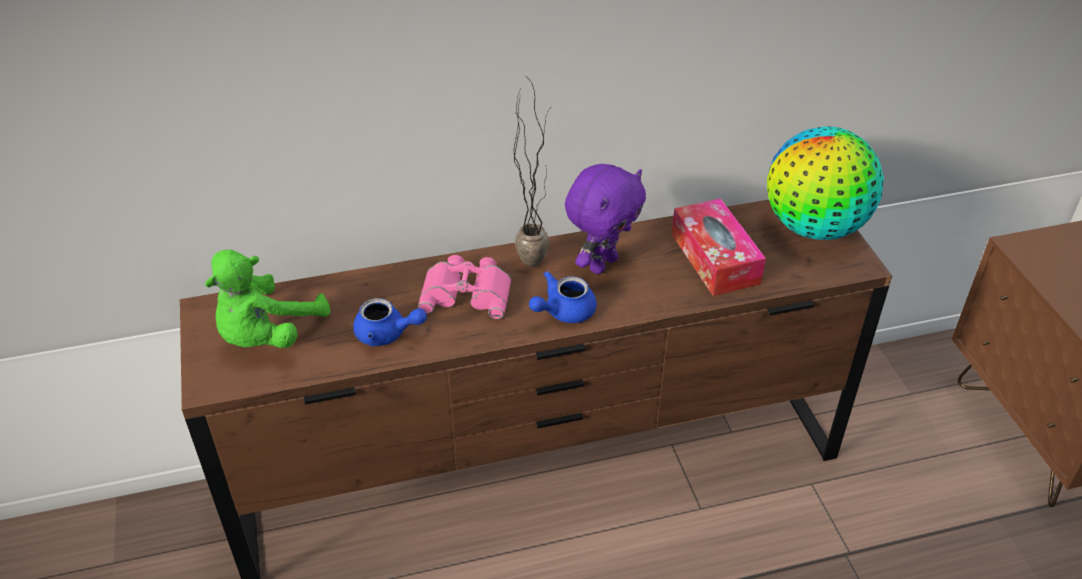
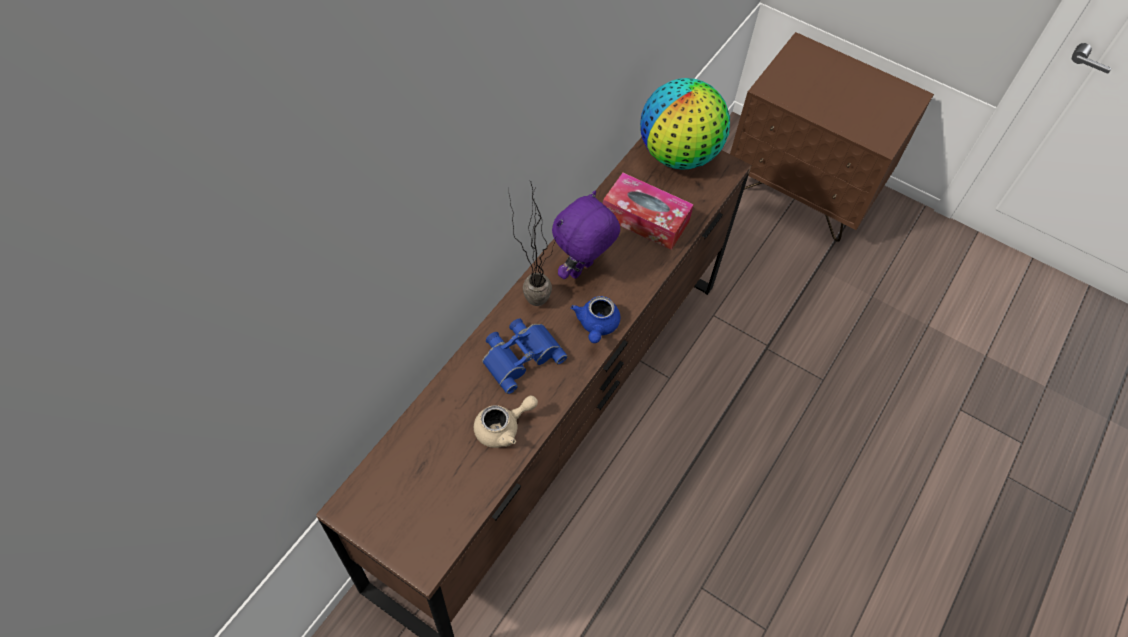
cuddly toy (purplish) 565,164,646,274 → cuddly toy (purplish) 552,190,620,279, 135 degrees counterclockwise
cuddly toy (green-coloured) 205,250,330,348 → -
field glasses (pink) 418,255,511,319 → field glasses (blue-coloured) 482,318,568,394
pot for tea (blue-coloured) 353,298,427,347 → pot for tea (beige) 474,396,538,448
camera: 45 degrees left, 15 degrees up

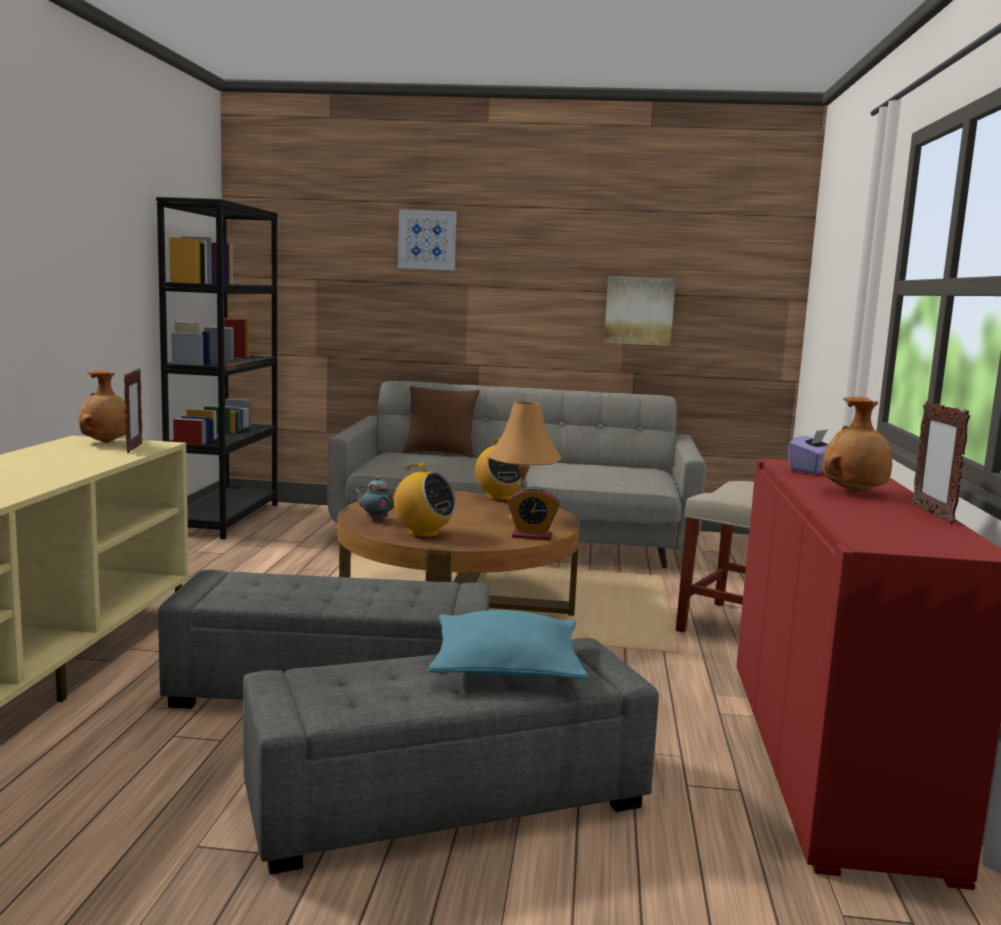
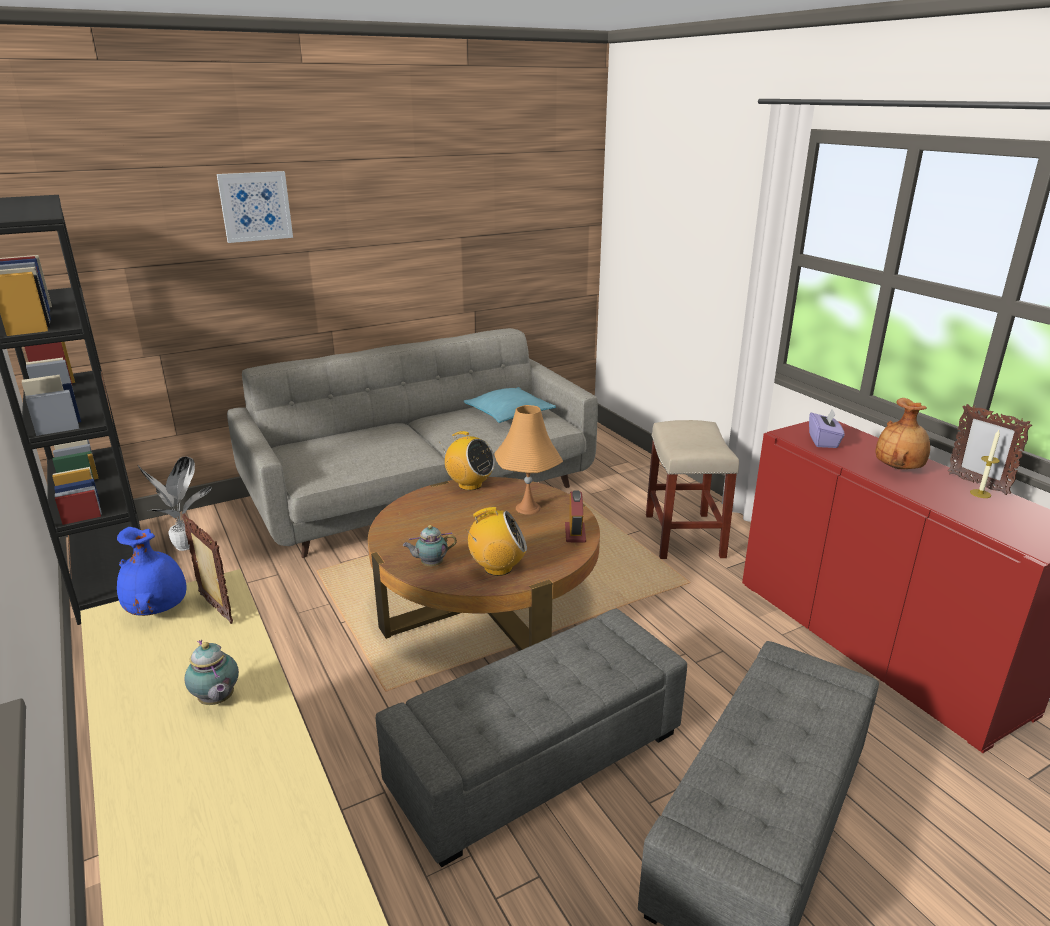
picture 604,276,676,346 → -
flower vase (brownish) 79,370,127,443 → flower vase (blue-coloured) 117,527,186,616
cushion (brownish) 403,386,479,457 → -
bedside clock 508,487,560,540 → bedside clock 565,490,586,542, 60 degrees counterclockwise
cushion (turquoise-coloured) 428,610,588,679 → cushion (turquoise-coloured) 464,387,556,423, moved
- → candle 970,430,1000,498
- → houseplant 138,457,212,551
- → pot for tea 184,640,239,705
camera: 35 degrees left, 15 degrees up

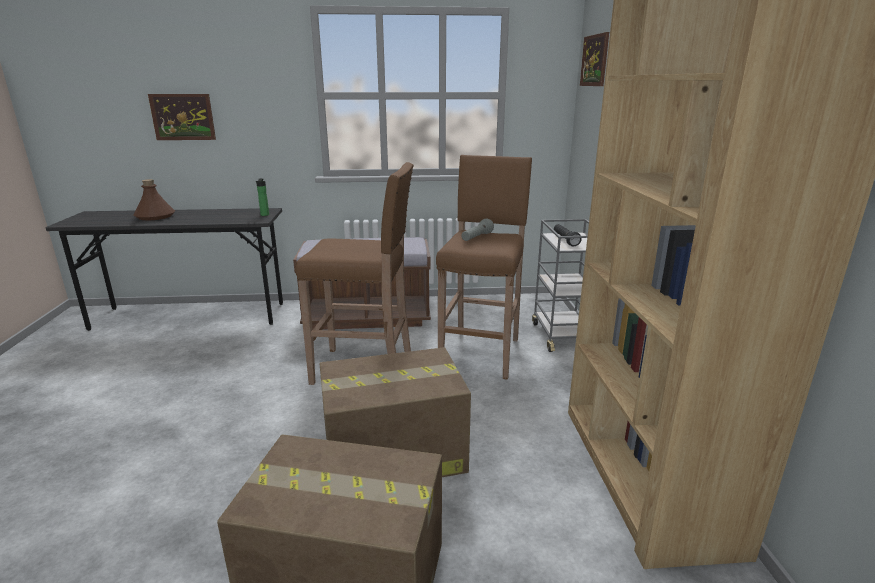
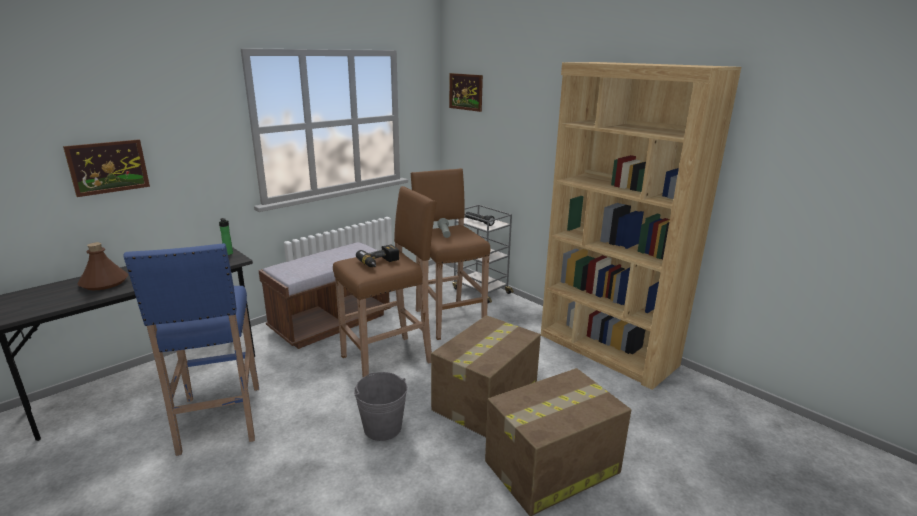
- → stool (blue-coloured) 124,243,259,456
- → electric drill 356,245,399,267
- → water bucket (grey) 354,372,407,441
camera: 40 degrees left, 0 degrees up

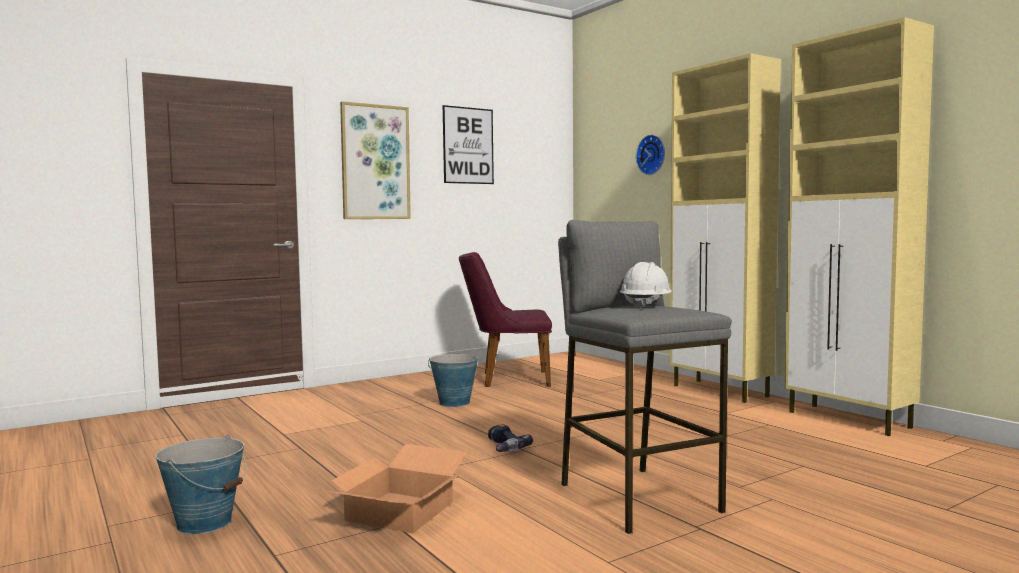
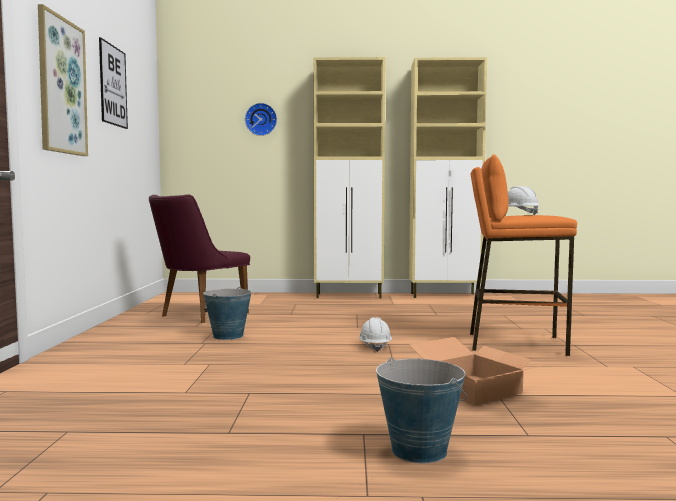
stool (grey) 558,220,732,534 → stool (orange) 470,154,577,356
electric drill 488,424,533,452 → hard hat (white) 359,317,392,352
camera: 55 degrees left, 0 degrees up

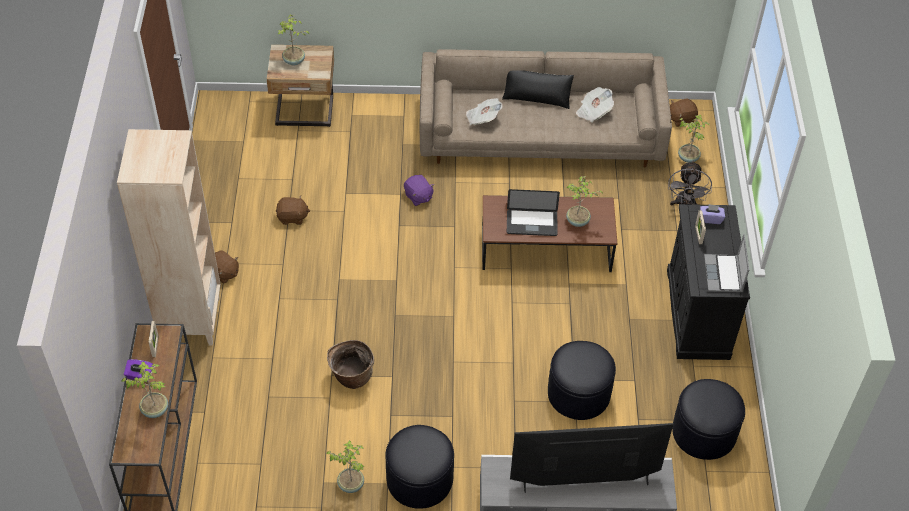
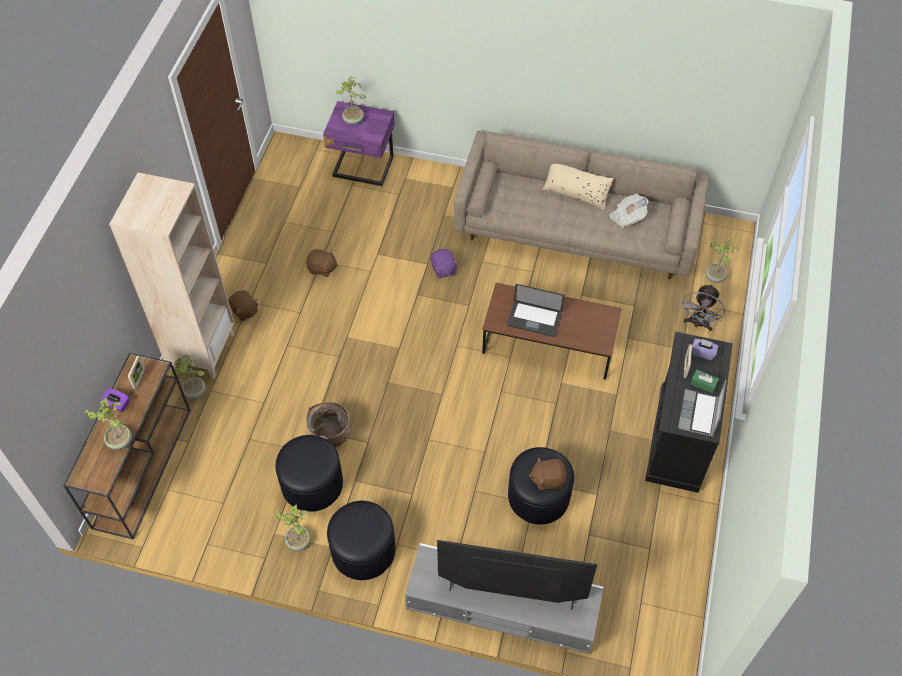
nightstand (beige) 267,45,334,127 → nightstand (purplish) 323,101,395,186
cushion (black-coloured) 502,70,574,109 → cushion (beige) 543,164,614,210
printed paper 466,98,503,125 → -
cuddly toy (brownish) 670,98,698,127 → cuddly toy (brownish) 529,458,567,490, moved
houseplant 566,176,603,227 → houseplant 171,355,206,399, moved
footrest (black-coloured) 672,379,745,460 → footrest (black-coloured) 275,435,343,512, moved
- → tissue box (green-coloured) 690,369,719,393
camera: 15 degrees right, 5 degrees up

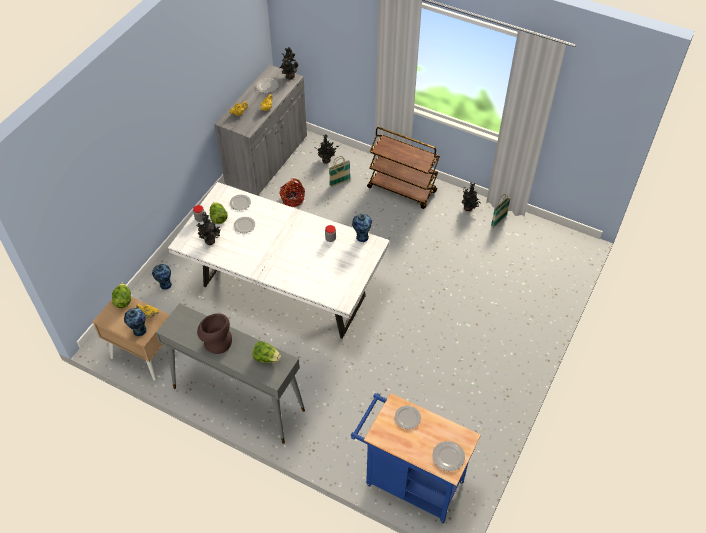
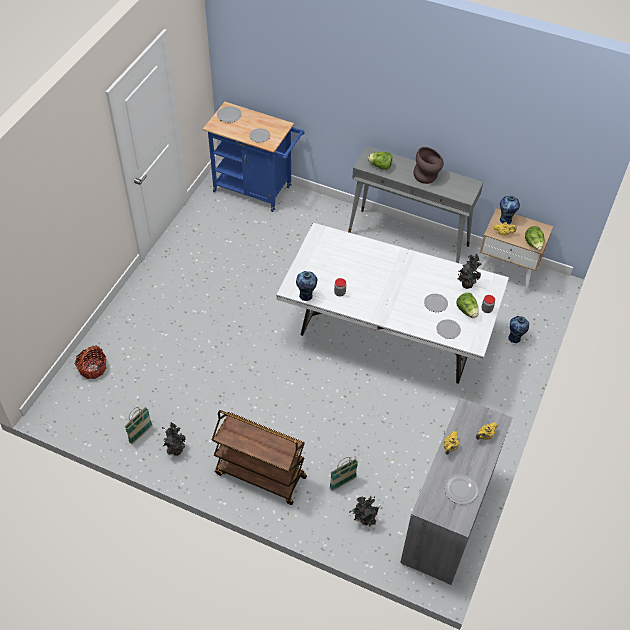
houseplant 280,47,298,79 → -
basket 279,178,305,207 → basket 75,345,106,379, moved
camera: 175 degrees right, 0 degrees up

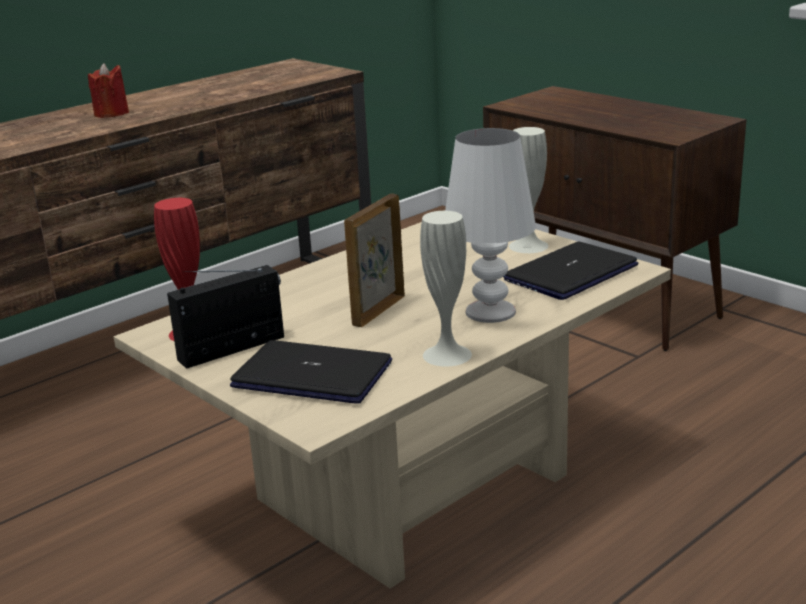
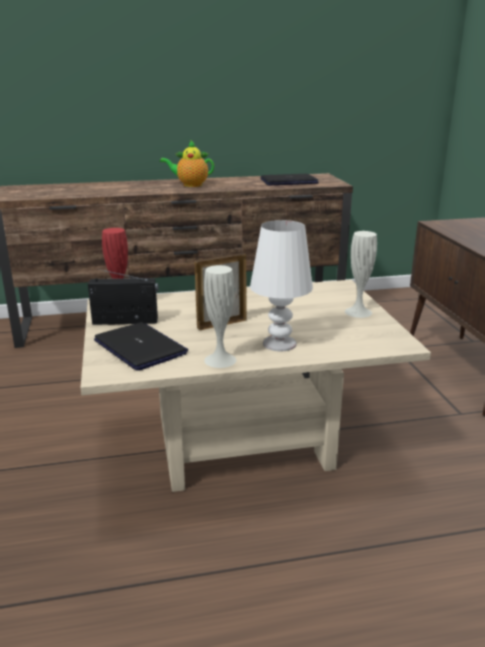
candle (red) 88,63,129,118 → pot for tea 160,140,214,187
laptop 503,242,638,300 → laptop 261,174,319,186, moved
camera: 30 degrees right, 0 degrees up

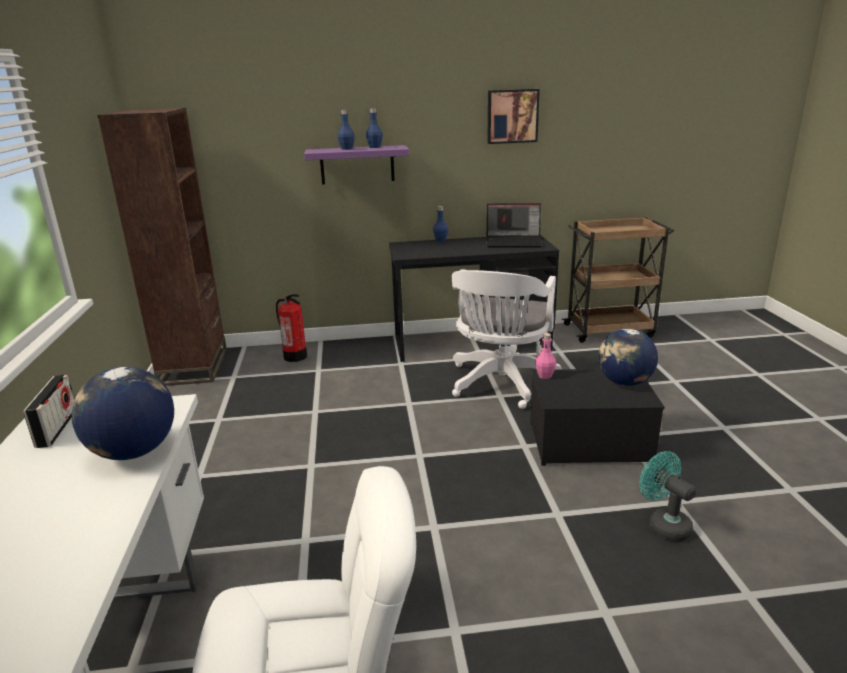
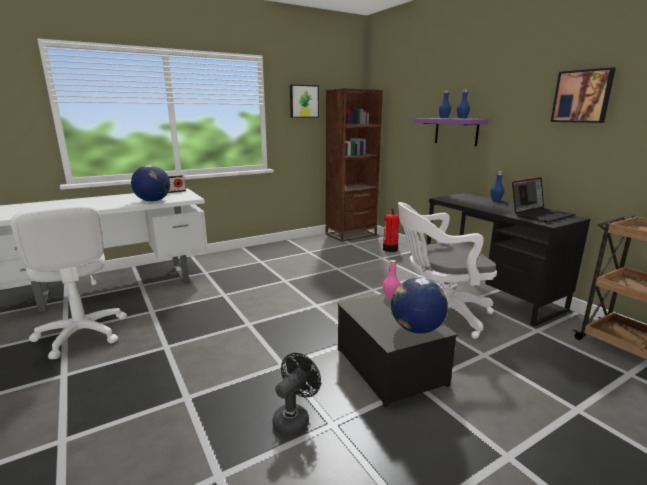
laptop 486,203,542,248 → laptop 512,177,575,223, 105 degrees counterclockwise
electric fan (turquoise-coloured) 639,451,696,542 → electric fan (black-coloured) 272,353,321,436
- → picture 290,84,319,118
camera: 65 degrees right, 5 degrees down

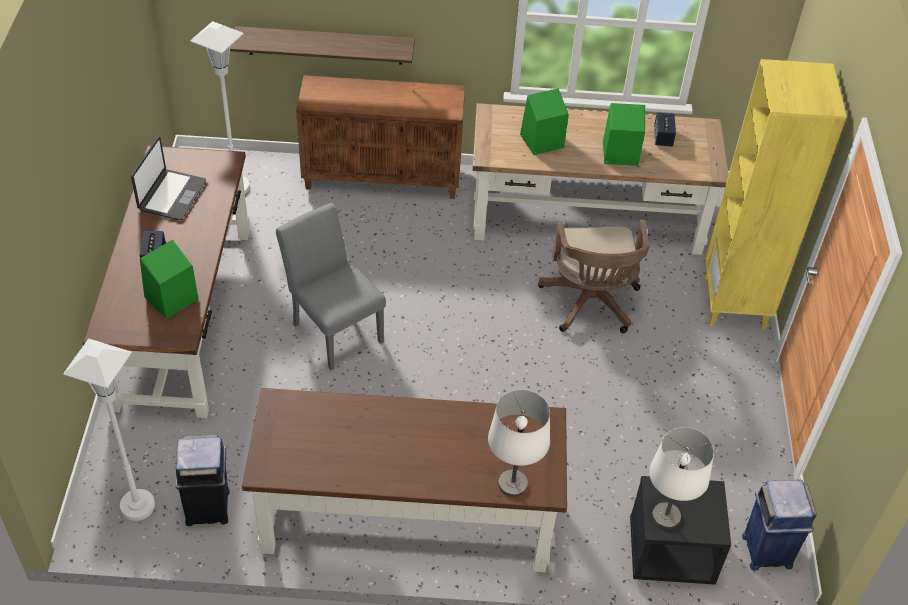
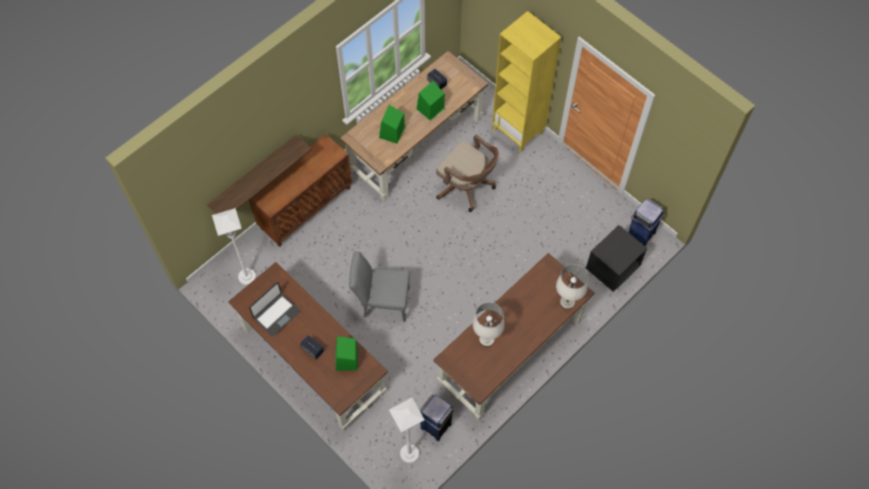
laptop 131,136,206,220 → laptop 249,282,300,336, 75 degrees clockwise
table lamp (white) 649,427,714,529 → table lamp (white) 473,302,505,347, moved
camera: 45 degrees left, 15 degrees up

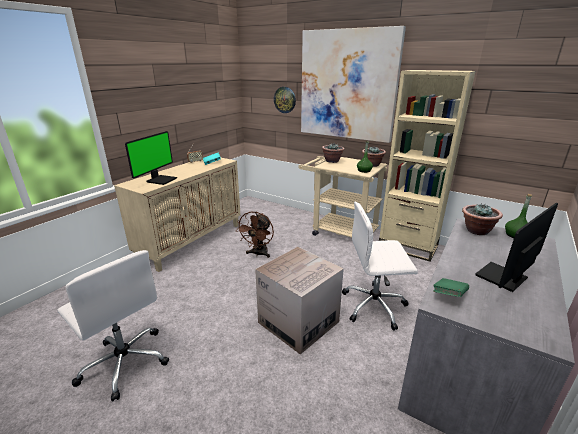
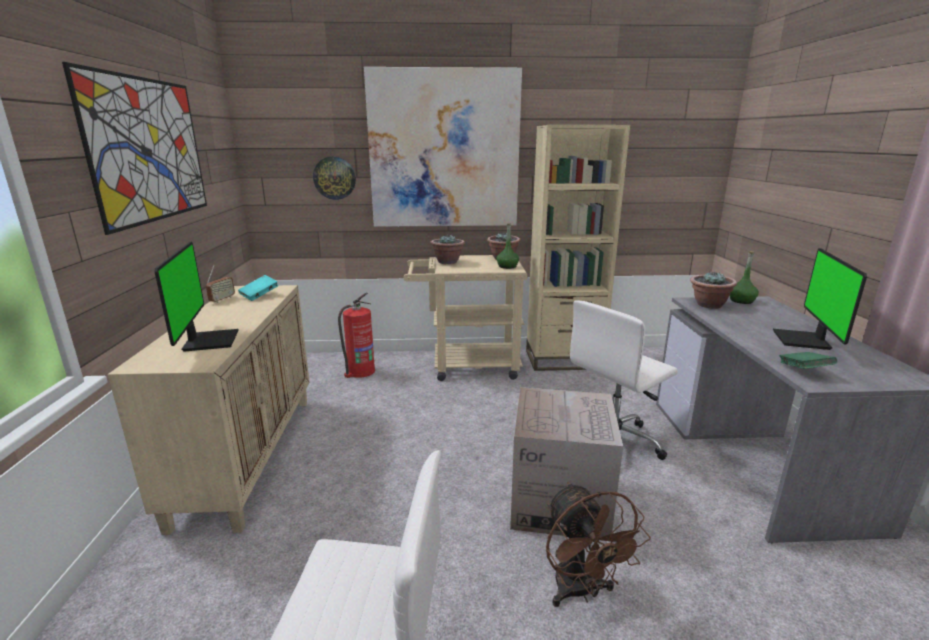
electric fan (brownish) 236,211,274,258 → electric fan (brownish) 546,482,651,607, moved
- → picture 62,62,207,235
- → extinguisher 338,292,375,378
camera: 35 degrees left, 5 degrees down

